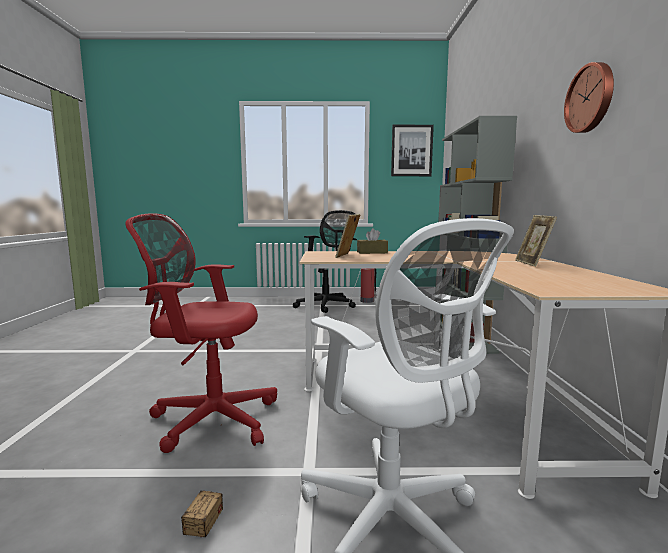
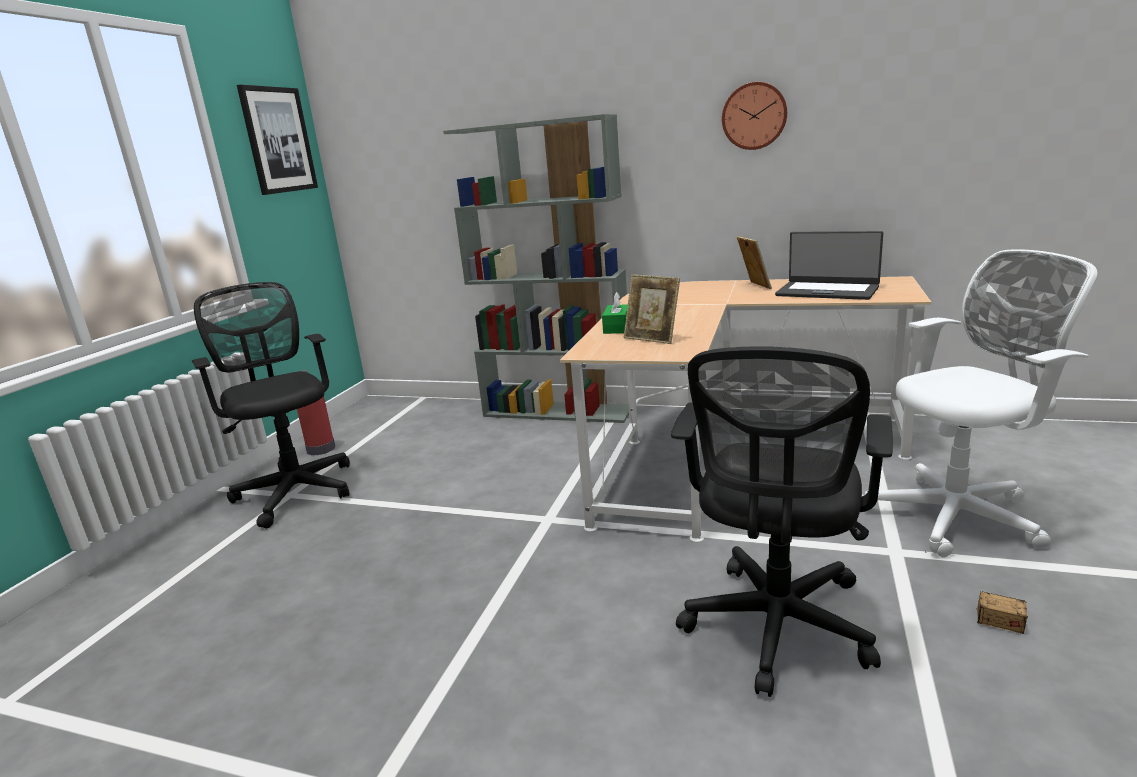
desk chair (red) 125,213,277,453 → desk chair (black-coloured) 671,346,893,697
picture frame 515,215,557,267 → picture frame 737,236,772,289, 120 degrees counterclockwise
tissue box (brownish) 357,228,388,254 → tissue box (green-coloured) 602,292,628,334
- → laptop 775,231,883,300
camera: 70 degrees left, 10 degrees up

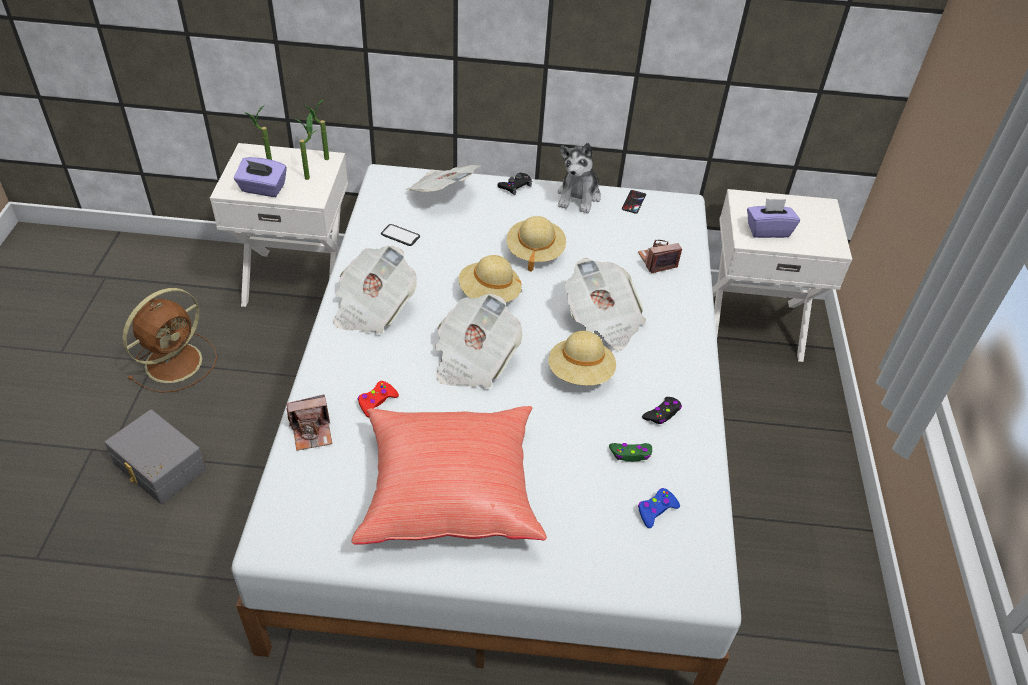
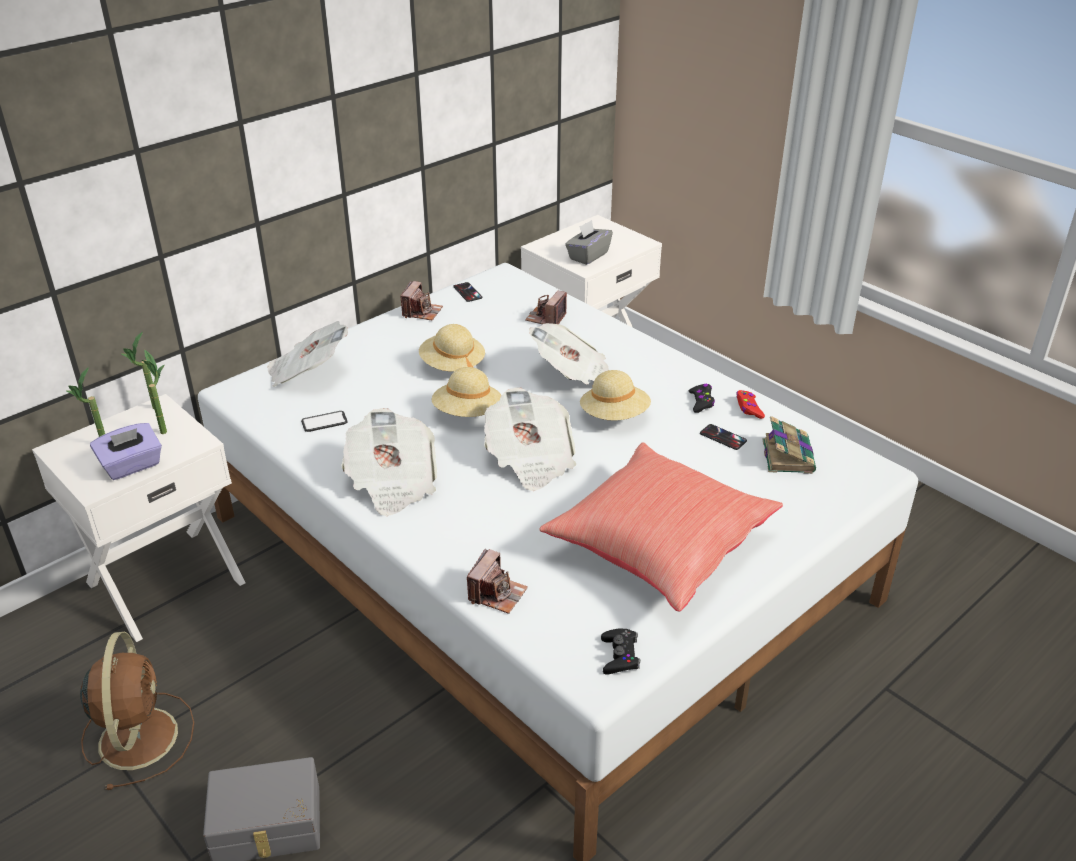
cuddly toy 558,143,601,214 → photo camera 401,281,443,320
game controller (black-coloured) 497,173,532,195 → game controller (black-coloured) 601,628,640,675, moved
tissue box (purplish) 747,199,800,238 → tissue box (grey) 565,220,613,265
game controller (red) 358,381,399,417 → game controller (red) 737,390,765,419, moved
game controller (green-coloured) 609,443,652,462 → handset 700,424,747,450
game controller (blue-coloured) 638,488,680,528 → bound book 762,416,816,474
camera: 45 degrees left, 10 degrees down

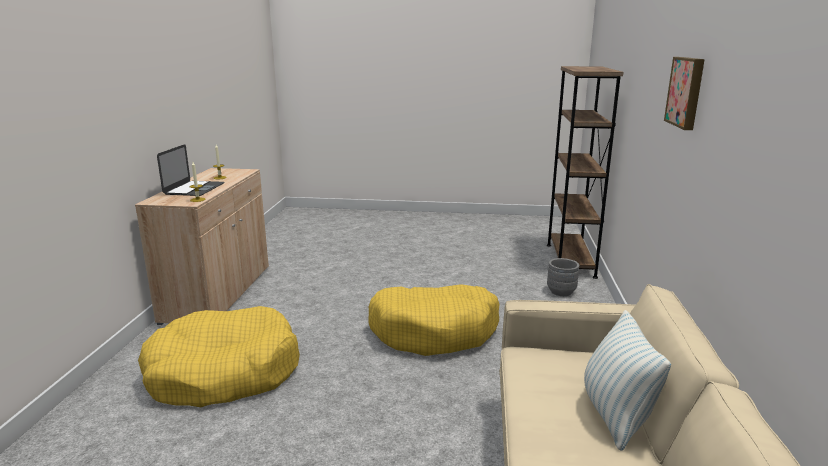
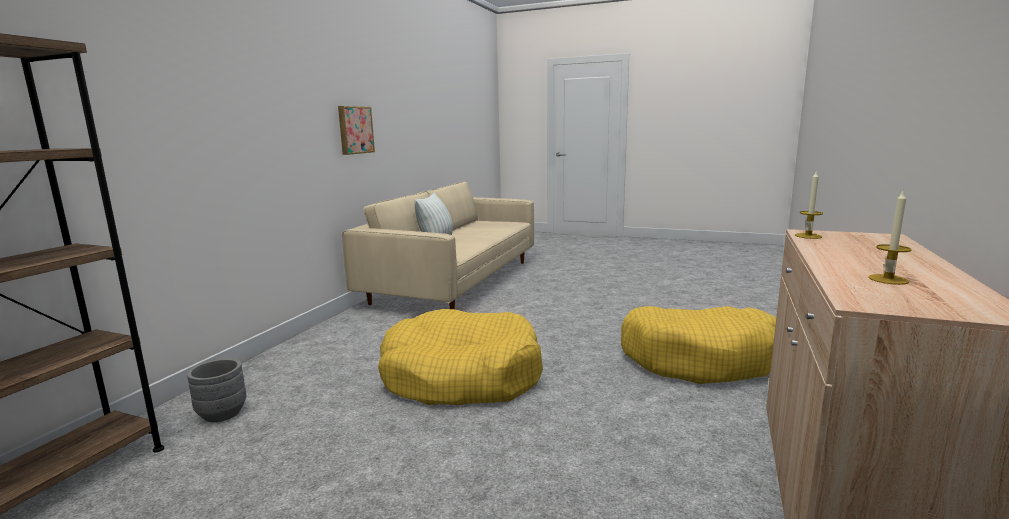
picture 664,57,705,130 → picture 338,106,375,155, moved
laptop 157,144,225,196 → -
camera: 165 degrees left, 5 degrees down

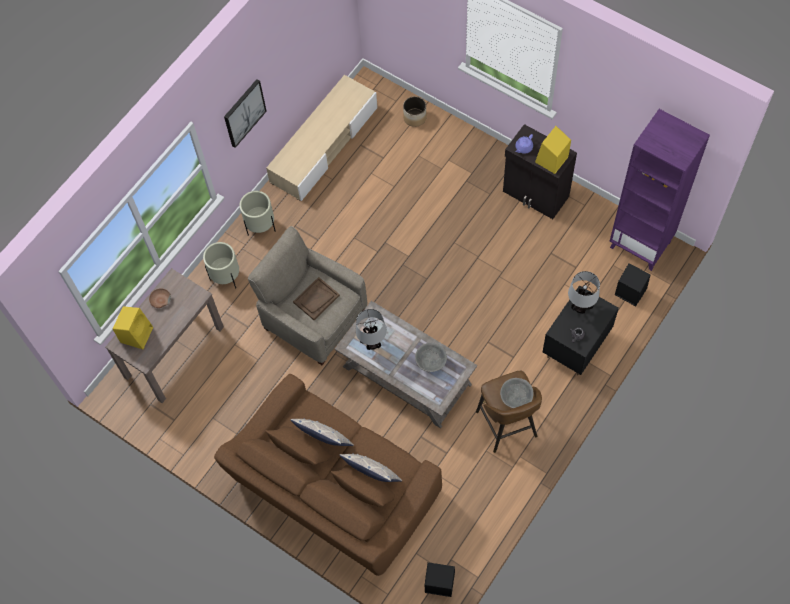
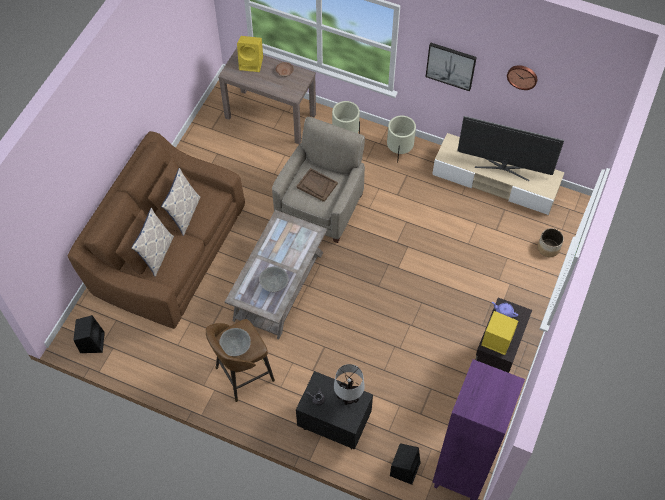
table lamp 356,309,387,350 → -
- → clock on the wall 507,65,537,90
- → television 457,116,564,181
camera: 75 degrees right, 5 degrees down

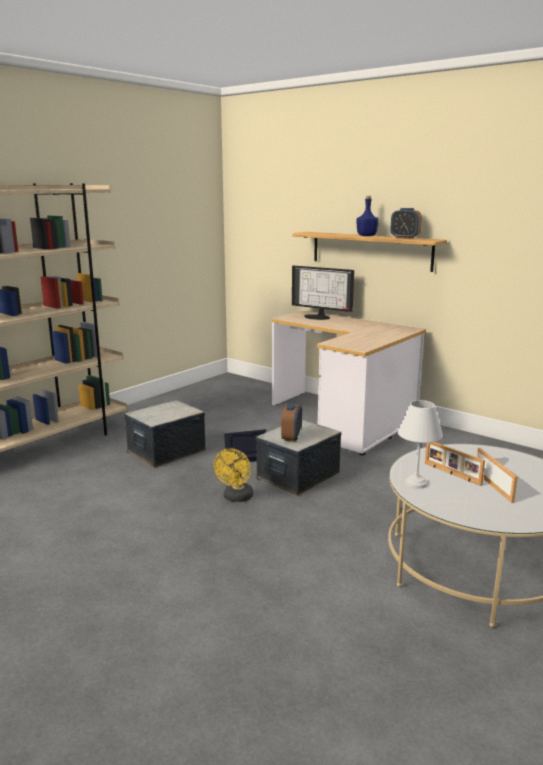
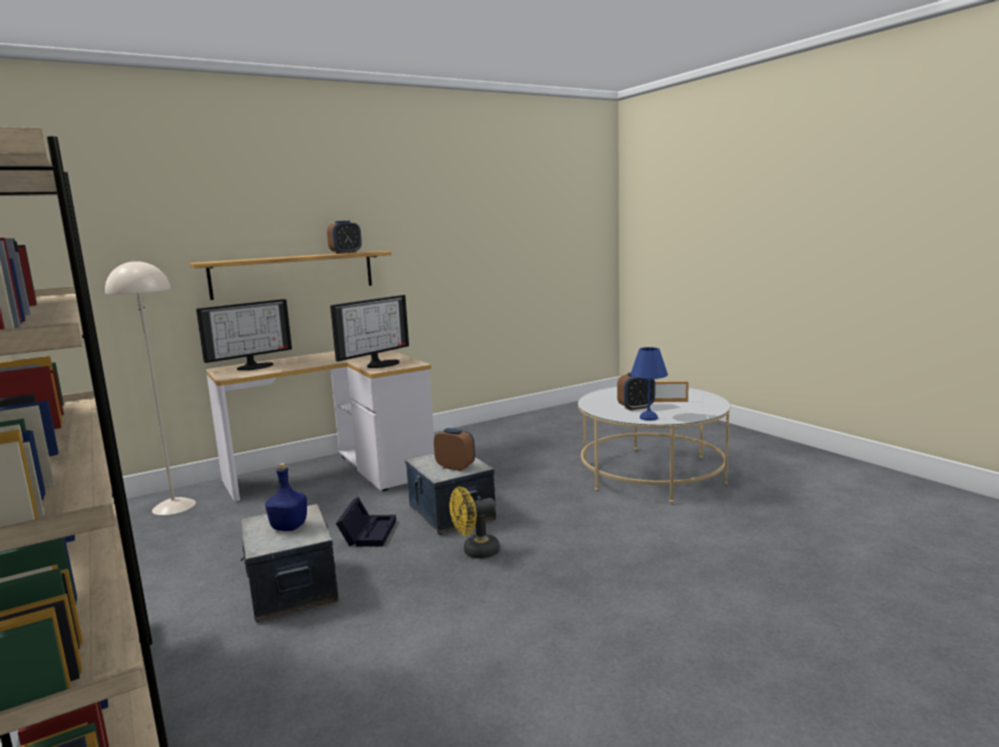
beverage bottle (blue-coloured) 356,196,379,236 → beverage bottle (blue-coloured) 265,463,307,531, moved
table lamp (white) 397,400,443,489 → table lamp (blue-coloured) 630,347,668,421
picture frame 425,442,485,486 → bedside clock 617,372,655,411
electric fan (yellow) 213,448,253,502 → electric fan (yellow) 449,487,500,559, 120 degrees clockwise
- → floor lamp (beige) 105,260,196,515
- → computer display 330,295,409,368
camera: 70 degrees left, 5 degrees down

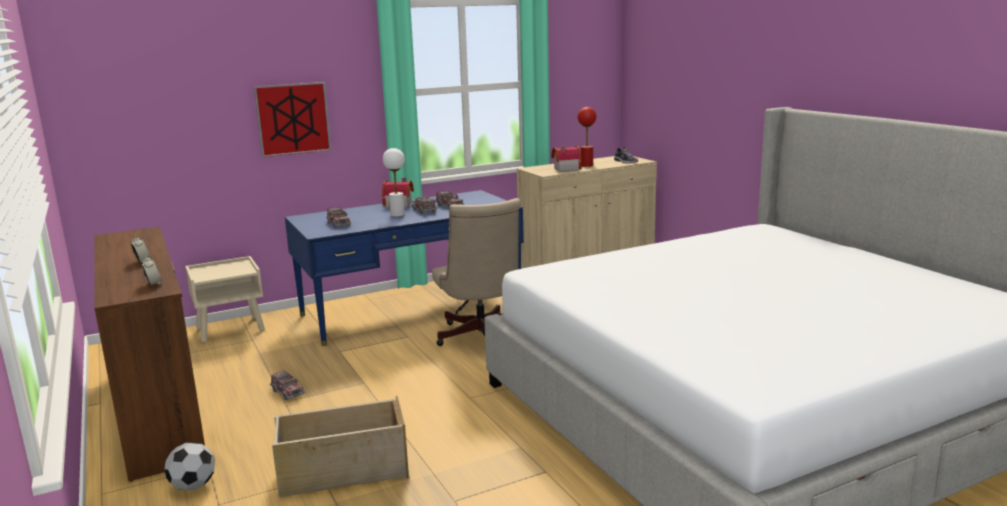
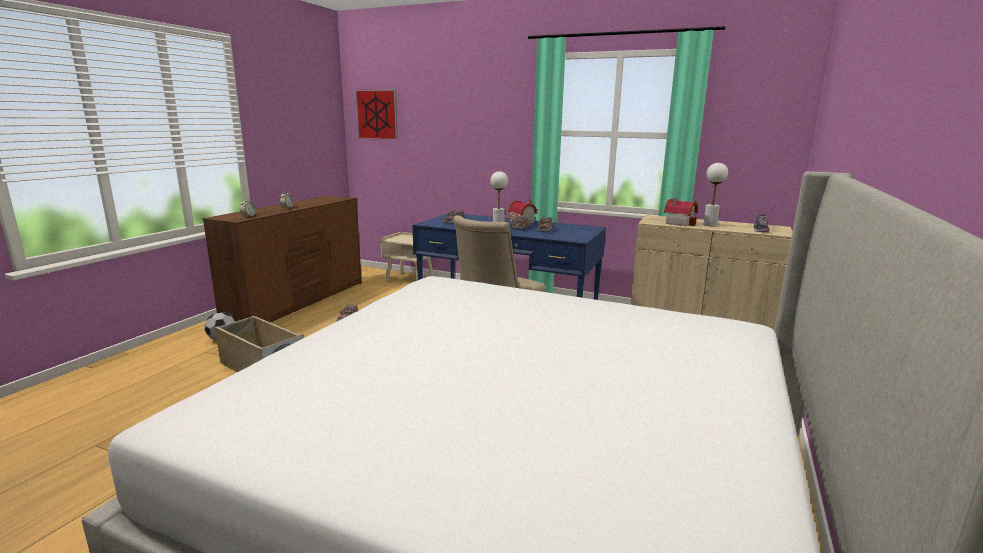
picture 254,82,331,157 → picture 355,90,398,140, moved
table lamp (red) 577,107,596,167 → table lamp (white) 703,163,728,226
camera: 50 degrees right, 0 degrees up

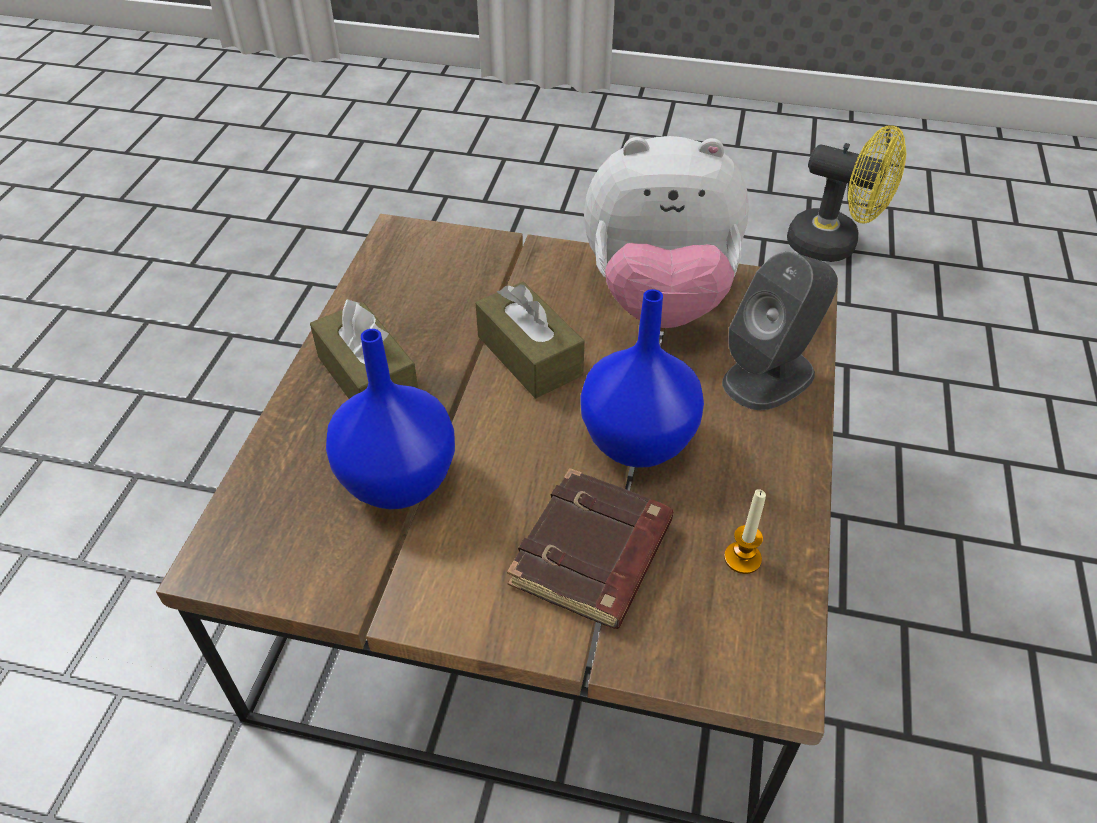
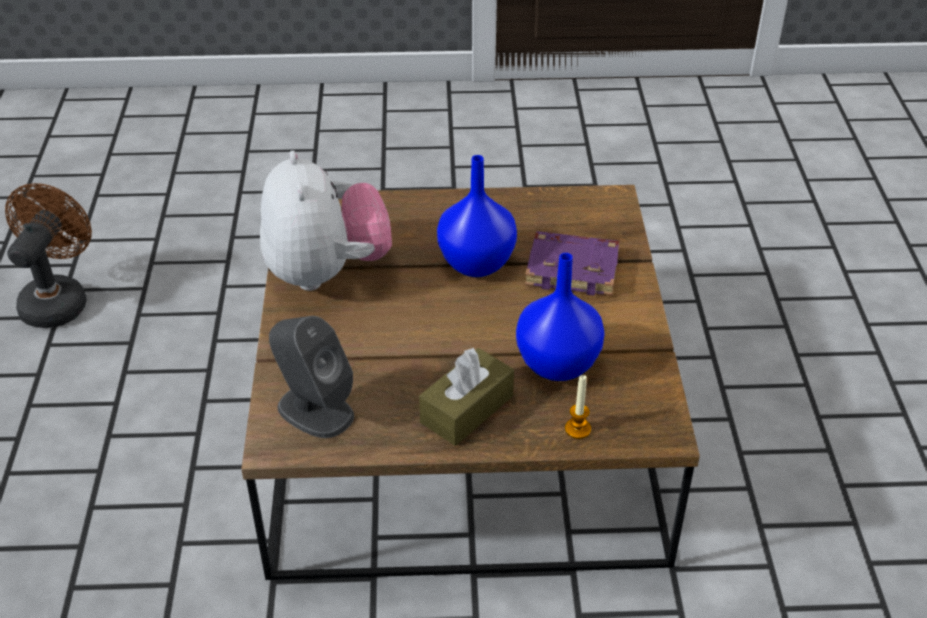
electric fan (yellow) 787,125,906,262 → electric fan (brownish) 5,183,92,328
audio speaker (grey) 722,252,838,410 → audio speaker (grey) 269,316,354,438, moved
tissue box (brownish) 476,282,585,398 → -
bound book (brownish) 507,468,674,629 → bound book (purplish) 525,231,619,296
candle 724,489,766,574 → candle 565,375,591,439, moved
camera: 105 degrees left, 5 degrees down

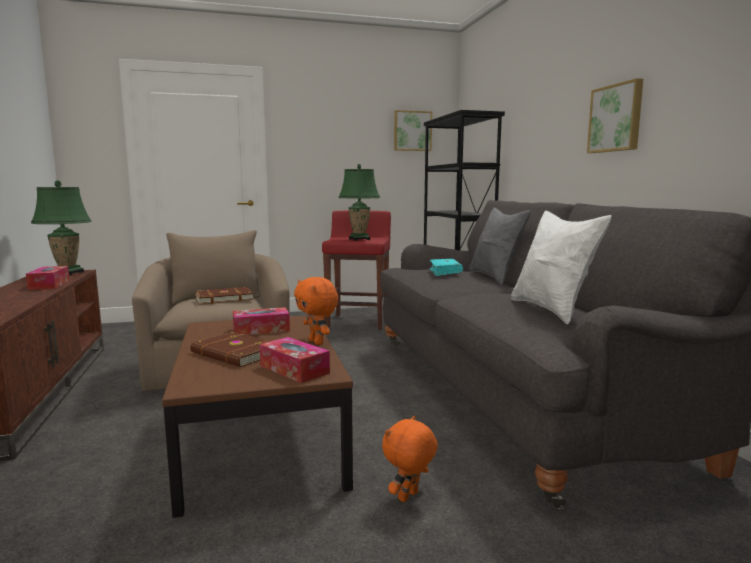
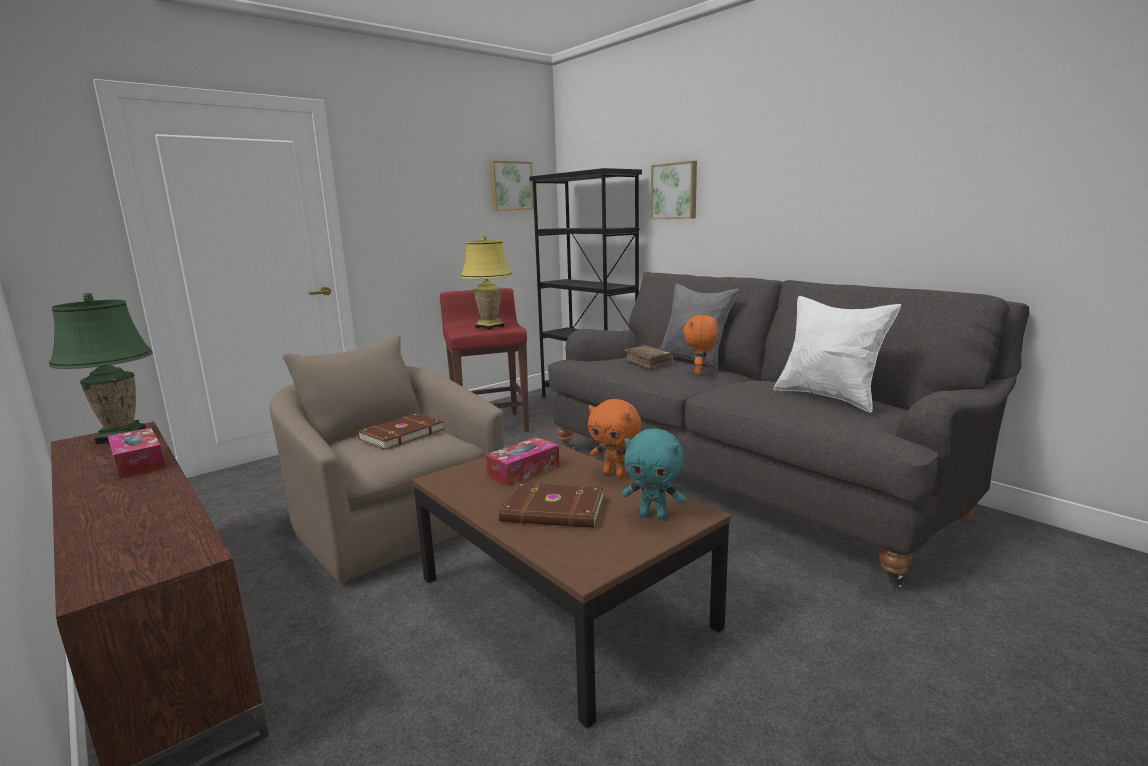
picture 587,78,643,153 → picture 651,161,697,219, moved
table lamp (green-coloured) 338,164,380,241 → table lamp (yellow) 460,234,512,330
bound book (turquoise-coloured) 429,259,463,276 → bound book (brownish) 624,345,673,369
tissue box 260,337,330,383 → cuddly toy (turquoise-coloured) 622,429,686,520
cuddly toy (orange) 382,416,438,502 → cuddly toy (orange) 683,315,718,375, moved
camera: 25 degrees left, 5 degrees up

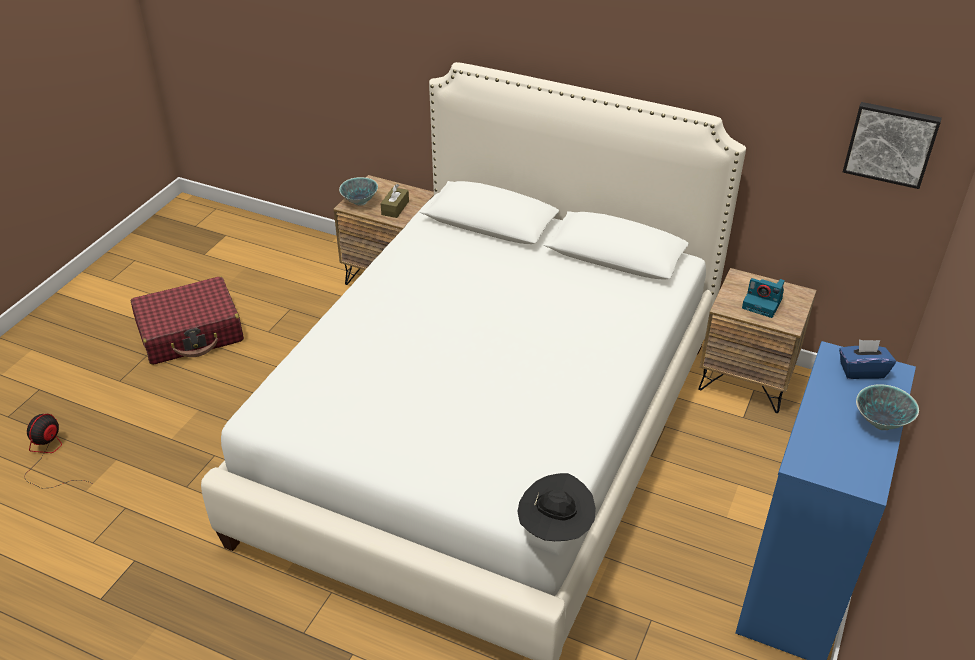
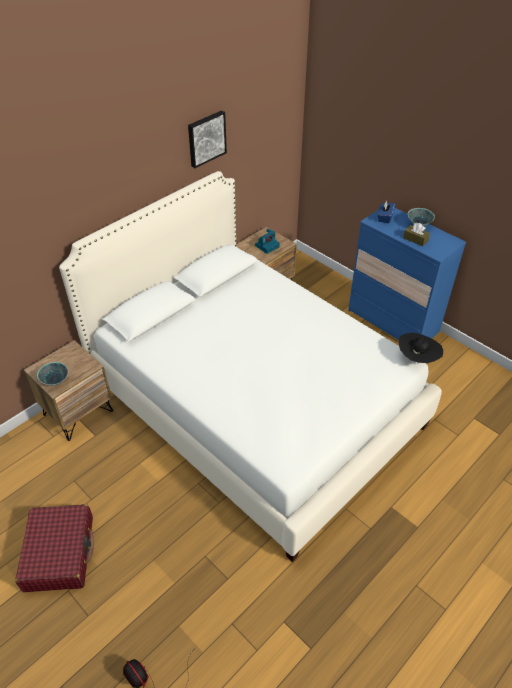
picture 843,102,942,189 → picture 188,110,227,168, moved
tissue box (brownish) 380,184,409,218 → tissue box (brownish) 403,223,430,246, moved
camera: 70 degrees left, 5 degrees up

